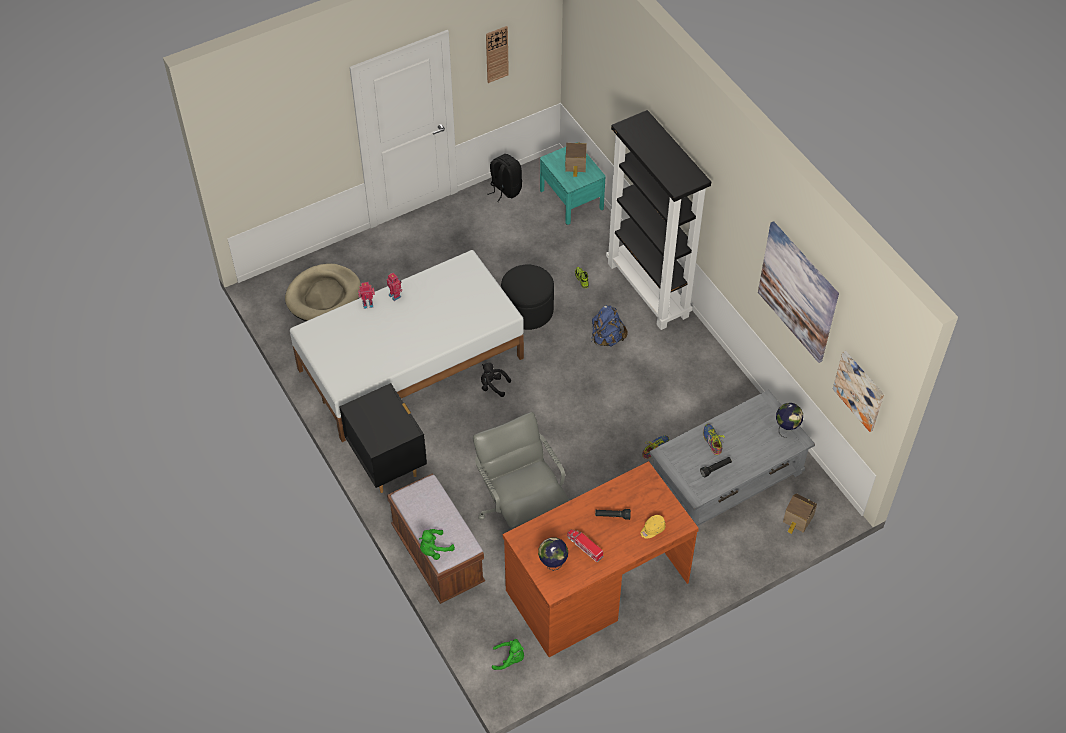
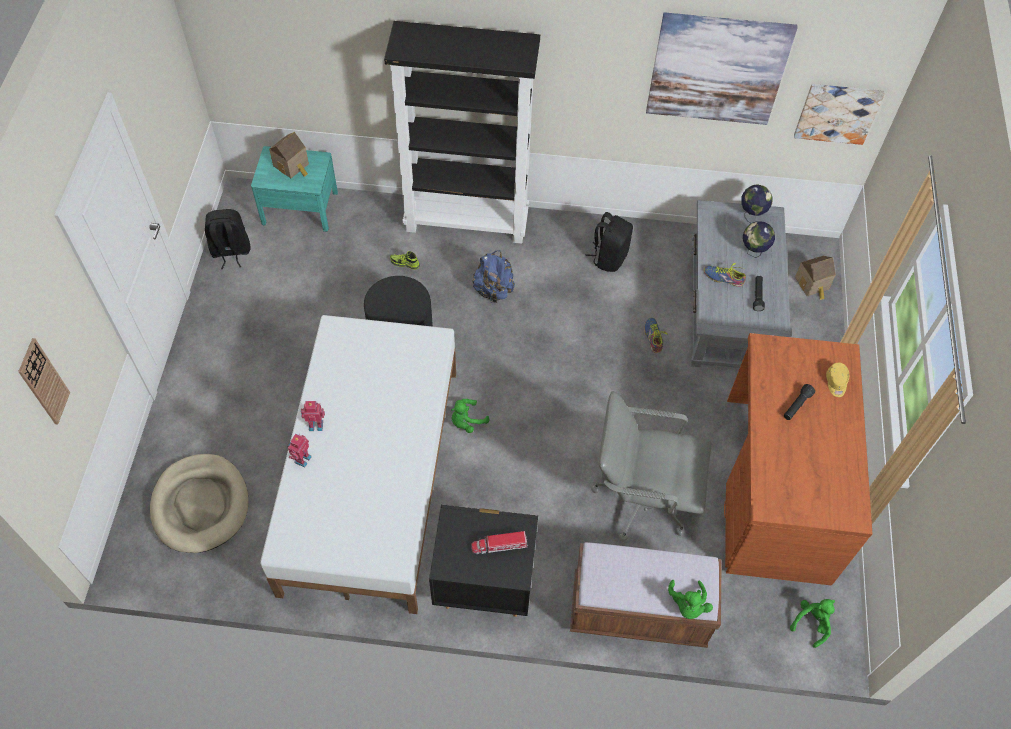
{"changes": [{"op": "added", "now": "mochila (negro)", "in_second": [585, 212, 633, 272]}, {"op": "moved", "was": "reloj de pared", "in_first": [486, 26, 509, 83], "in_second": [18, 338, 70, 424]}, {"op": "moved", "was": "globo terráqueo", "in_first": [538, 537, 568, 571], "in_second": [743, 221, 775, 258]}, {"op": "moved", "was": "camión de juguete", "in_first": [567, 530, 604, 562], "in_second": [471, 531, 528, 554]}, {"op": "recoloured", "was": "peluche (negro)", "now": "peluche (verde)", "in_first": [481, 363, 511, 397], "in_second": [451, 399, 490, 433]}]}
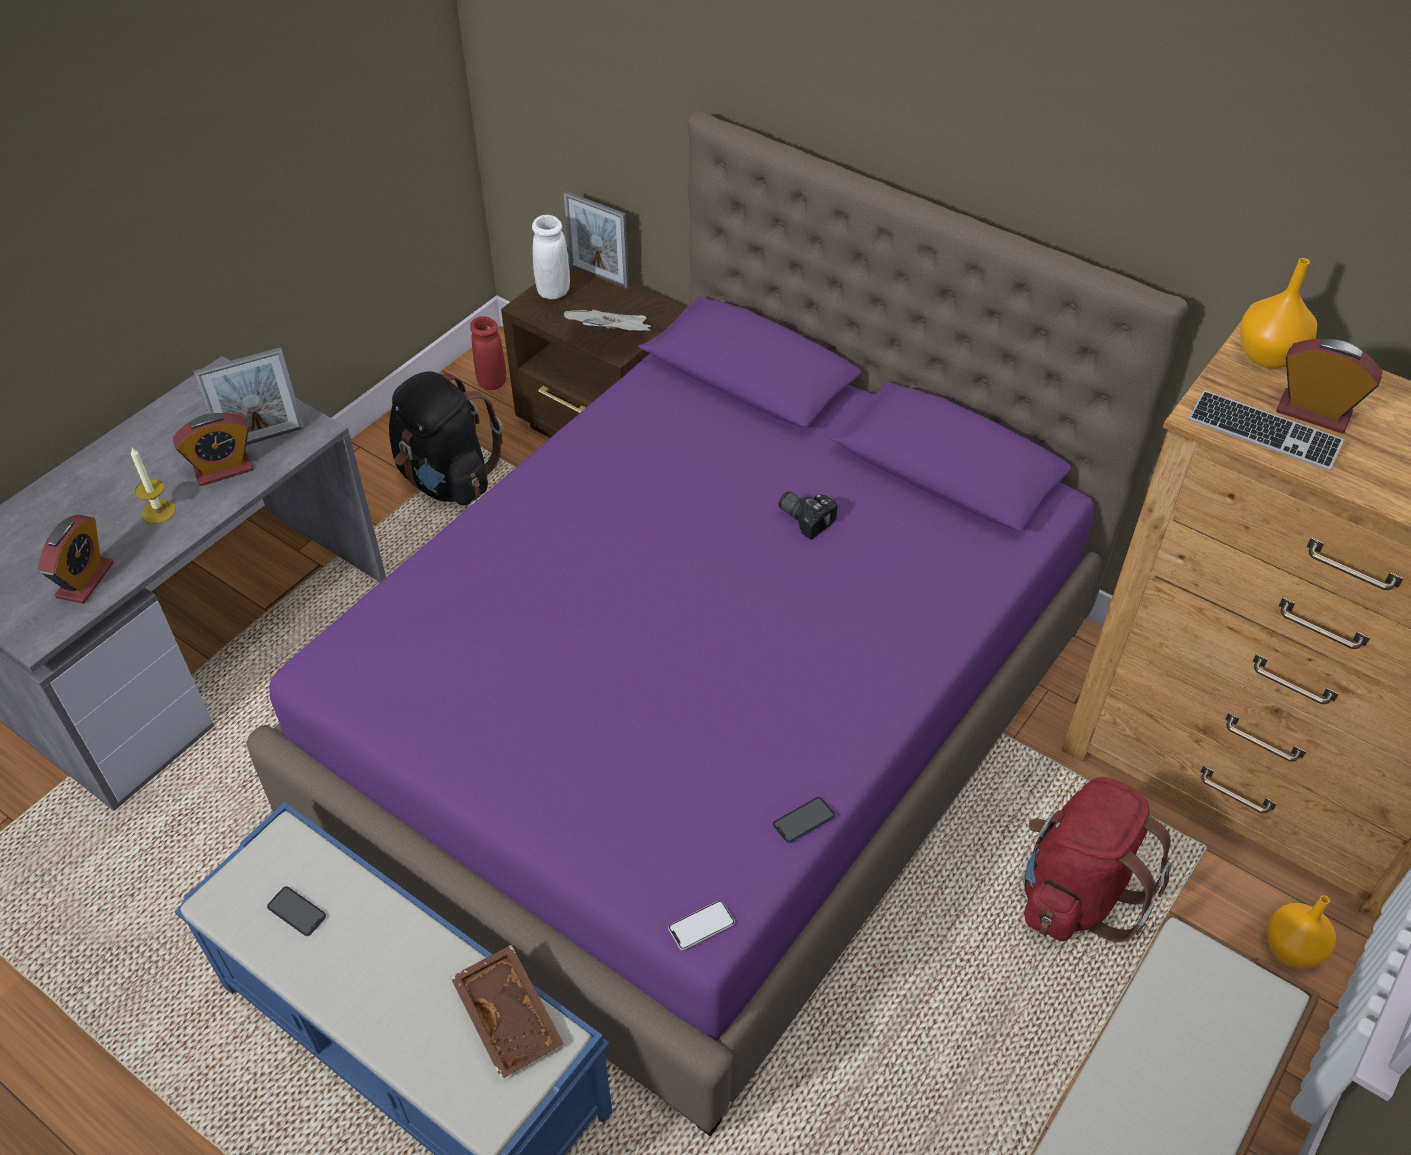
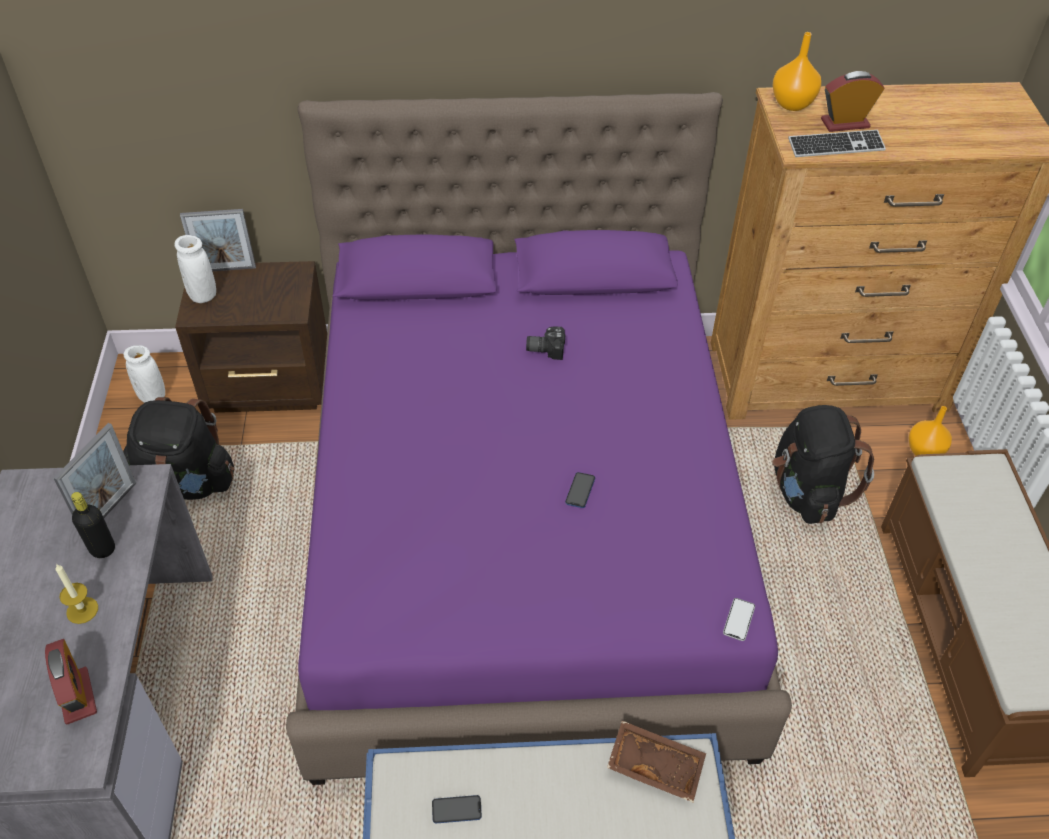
{"changes": [{"op": "removed", "was": "periódico", "in_first": [564, 310, 651, 331]}, {"op": "moved", "was": "móvil", "in_first": [773, 797, 835, 843], "in_second": [565, 472, 595, 508]}, {"op": "replaced", "was": "despertador", "now": "botella (negro)", "in_first": [173, 413, 253, 486], "in_second": [71, 492, 115, 558]}, {"op": "recoloured", "was": "florero (rojo)", "now": "florero (blanco)", "in_first": [470, 316, 506, 390], "in_second": [124, 345, 165, 403]}, {"op": "recoloured", "was": "mochila (rojo)", "now": "mochila (negro)", "in_first": [1024, 777, 1171, 942], "in_second": [773, 405, 874, 524]}]}
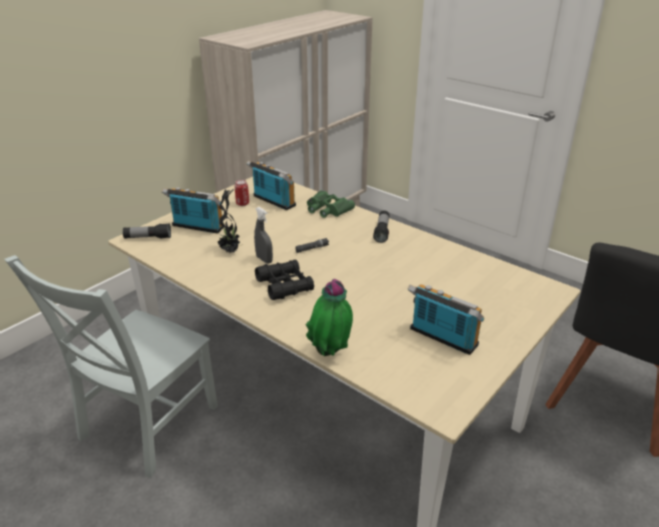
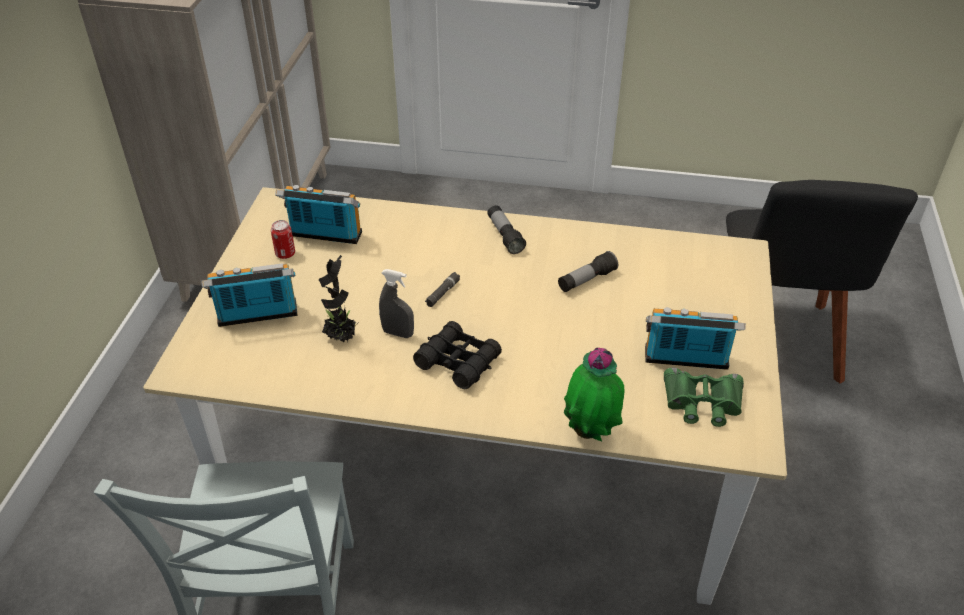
{"changes": [{"op": "moved", "was": "linterna", "in_first": [123, 223, 171, 239], "in_second": [558, 251, 618, 292]}, {"op": "moved", "was": "prismáticos (verde)", "in_first": [307, 190, 355, 218], "in_second": [664, 368, 744, 427]}]}
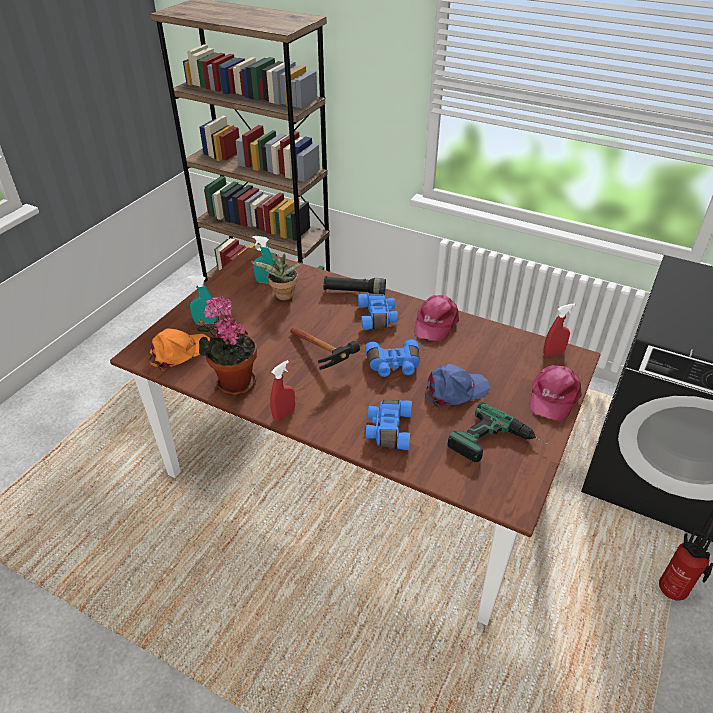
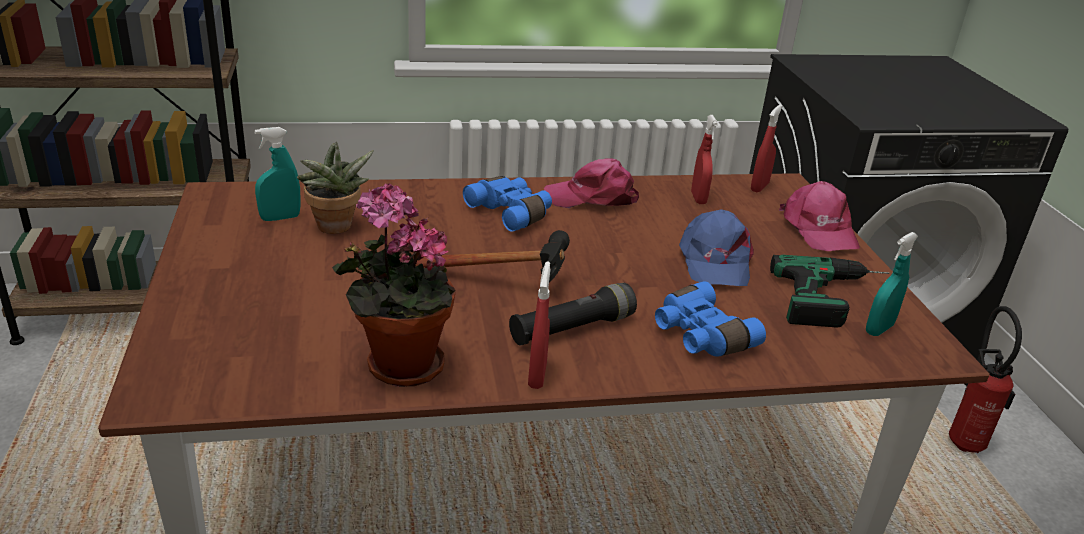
{"changes": [{"op": "removed", "was": "gorra (naranja)", "in_first": [149, 328, 210, 371]}, {"op": "removed", "was": "prismáticos (azul)", "in_first": [365, 339, 420, 377]}, {"op": "added", "now": "pulverizador (rojo)", "in_second": [691, 115, 718, 204]}, {"op": "moved", "was": "pulverizador (turquesa)", "in_first": [187, 276, 217, 324], "in_second": [866, 232, 918, 336]}, {"op": "moved", "was": "linterna (negro)", "in_first": [323, 276, 386, 295], "in_second": [509, 283, 637, 346]}, {"op": "turned", "was": "gorra (rosa)", "in_first": [414, 295, 459, 341], "in_second": [544, 158, 639, 208], "clockwise": 105}, {"op": "turned", "was": "gorra (azul)", "in_first": [425, 363, 490, 408], "in_second": [679, 209, 754, 286], "clockwise": 150}]}
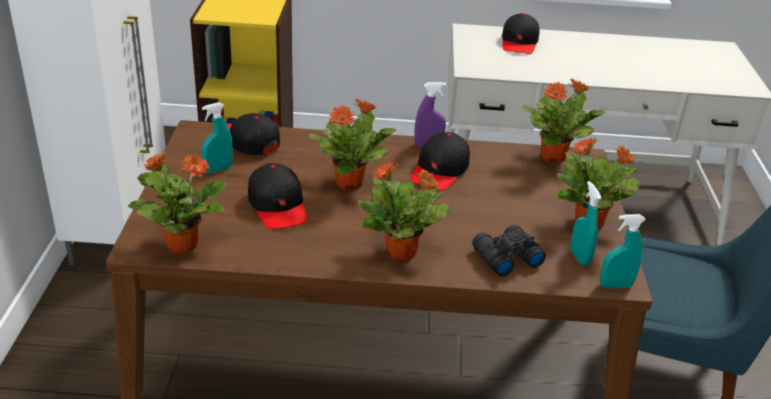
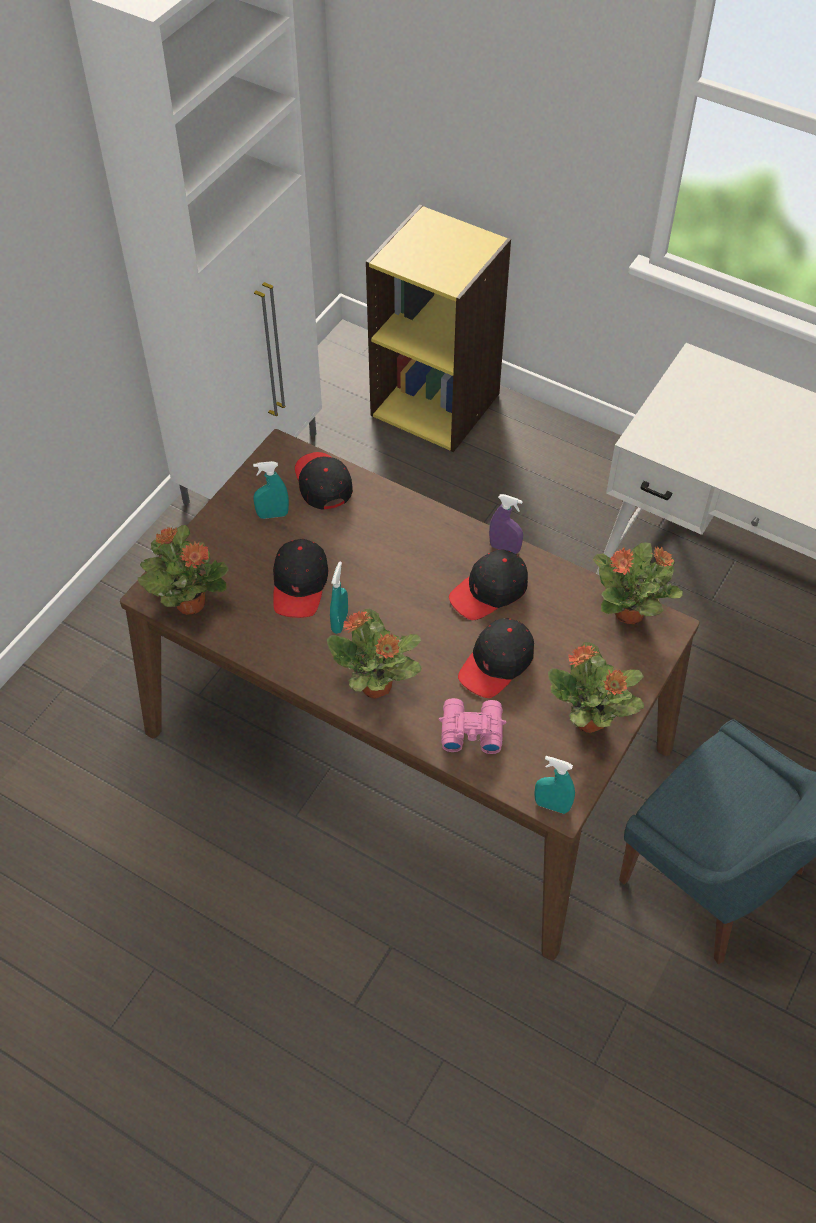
{"changes": [{"op": "removed", "was": "planta en maceta", "in_first": [309, 99, 396, 190]}, {"op": "moved", "was": "gorra (negro)", "in_first": [502, 13, 539, 54], "in_second": [458, 618, 534, 698]}, {"op": "moved", "was": "pulverizador (turquesa)", "in_first": [570, 181, 602, 266], "in_second": [330, 562, 348, 634]}, {"op": "recoloured", "was": "prismáticos (negro)", "now": "prismáticos (rosa)", "in_first": [472, 225, 546, 276], "in_second": [439, 698, 506, 754]}]}
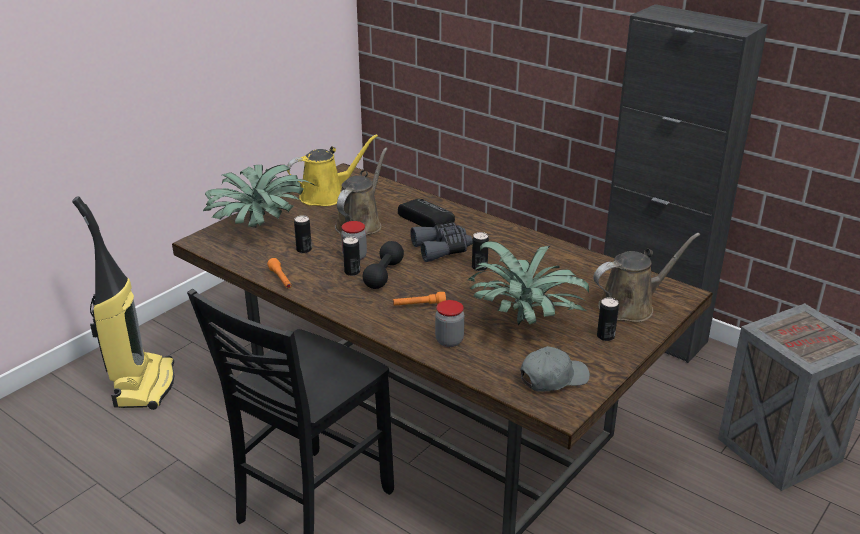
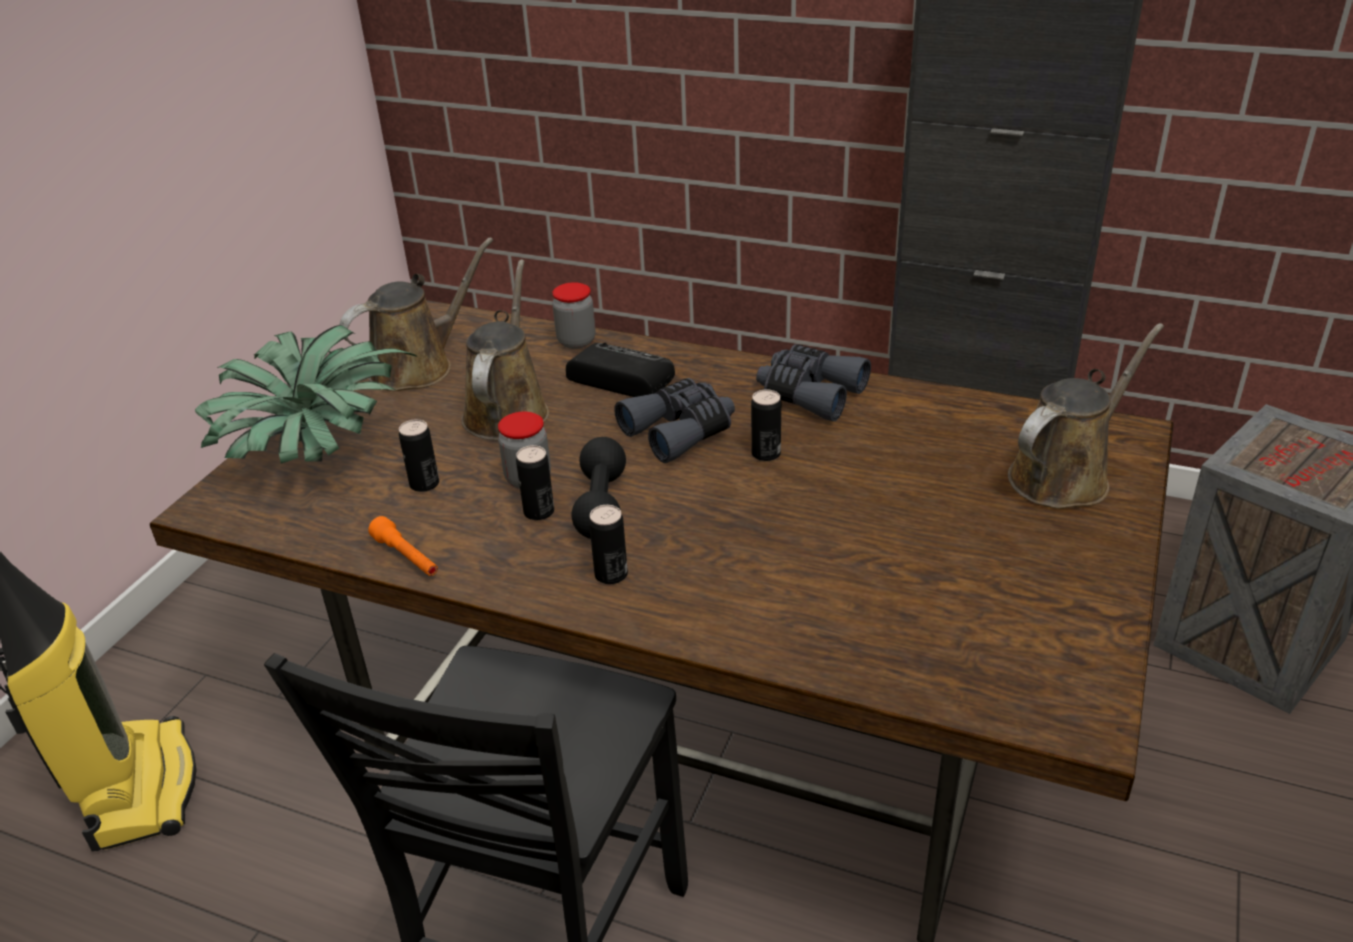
{"changes": [{"op": "removed", "was": "linterna (naranja)", "in_first": [393, 292, 446, 306]}, {"op": "removed", "was": "planta en maceta", "in_first": [468, 241, 589, 325]}, {"op": "removed", "was": "gorra (gris)", "in_first": [520, 346, 590, 391]}, {"op": "added", "now": "prismáticos (gris)", "in_second": [756, 344, 871, 421]}, {"op": "moved", "was": "tarro", "in_first": [435, 300, 464, 347], "in_second": [552, 282, 595, 349]}, {"op": "moved", "was": "lata", "in_first": [597, 298, 619, 341], "in_second": [589, 505, 628, 584]}, {"op": "recoloured", "was": "regadera (amarillo)", "now": "regadera (marrón)", "in_first": [287, 134, 378, 206], "in_second": [339, 237, 493, 391]}]}
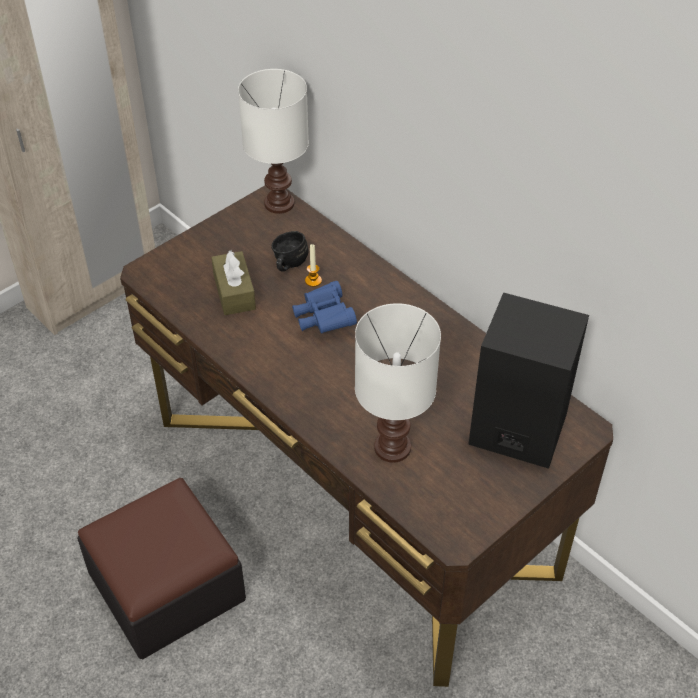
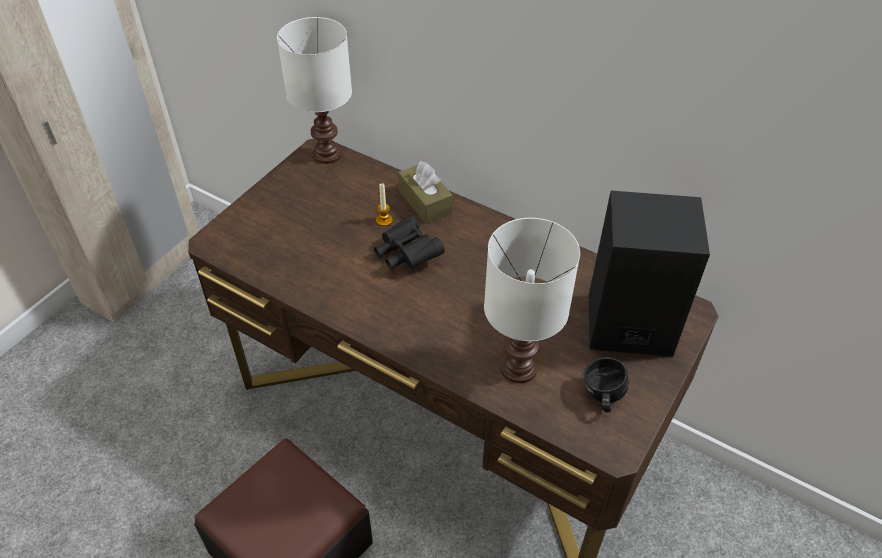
{"changes": [{"op": "moved", "was": "caja de pañuelos (marrón)", "in_first": [211, 250, 256, 315], "in_second": [398, 160, 453, 224]}, {"op": "moved", "was": "taza grande (negro)", "in_first": [272, 231, 308, 272], "in_second": [584, 357, 629, 413]}, {"op": "recoloured", "was": "prismáticos (azul)", "now": "prismáticos (negro)", "in_first": [292, 281, 357, 333], "in_second": [374, 215, 445, 270]}]}
